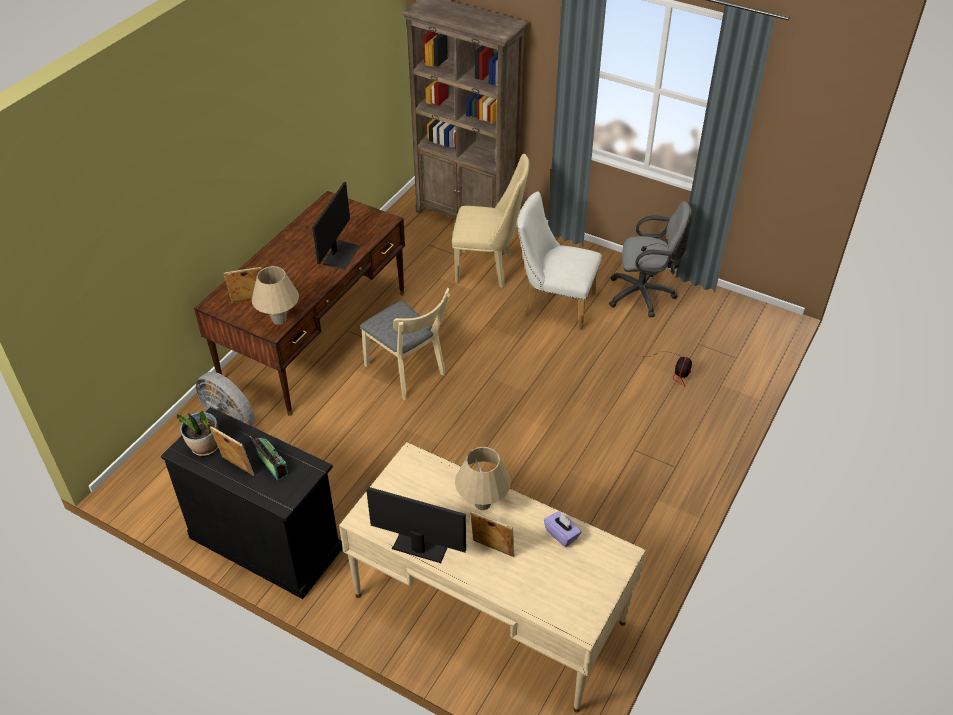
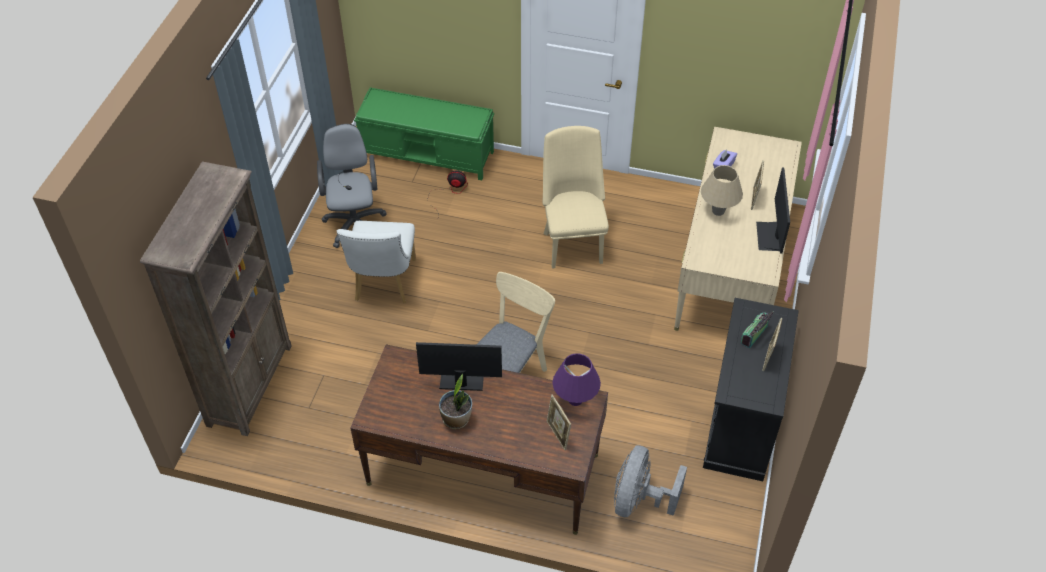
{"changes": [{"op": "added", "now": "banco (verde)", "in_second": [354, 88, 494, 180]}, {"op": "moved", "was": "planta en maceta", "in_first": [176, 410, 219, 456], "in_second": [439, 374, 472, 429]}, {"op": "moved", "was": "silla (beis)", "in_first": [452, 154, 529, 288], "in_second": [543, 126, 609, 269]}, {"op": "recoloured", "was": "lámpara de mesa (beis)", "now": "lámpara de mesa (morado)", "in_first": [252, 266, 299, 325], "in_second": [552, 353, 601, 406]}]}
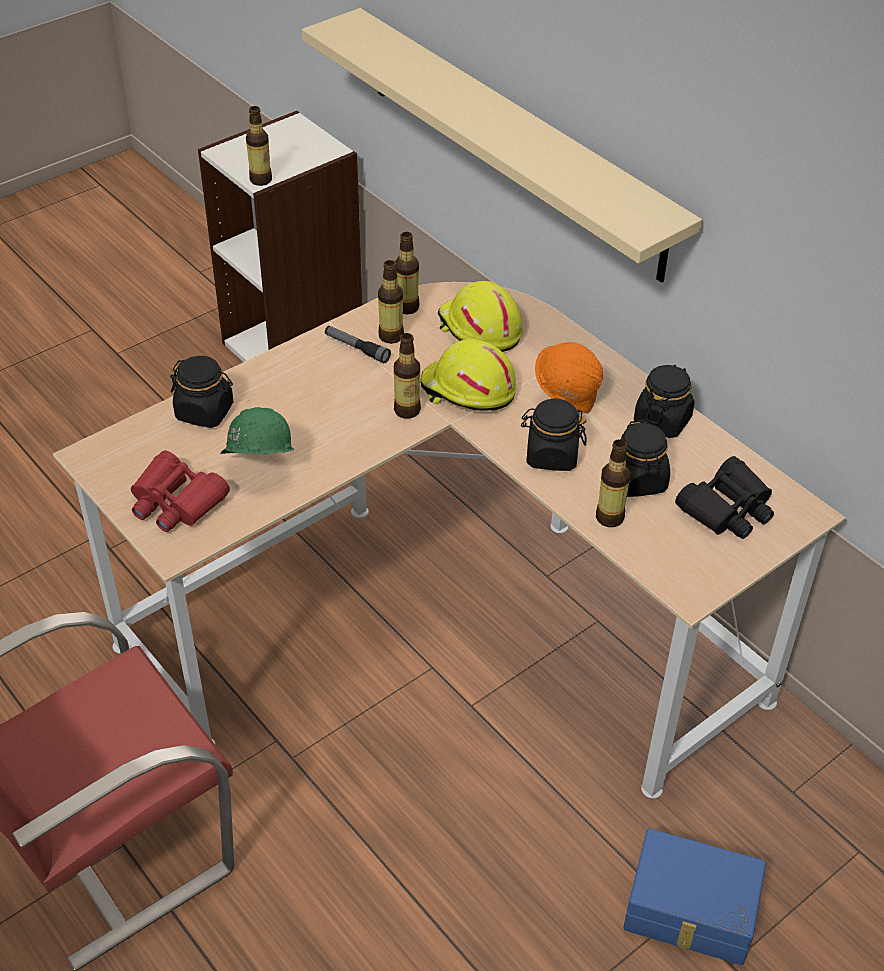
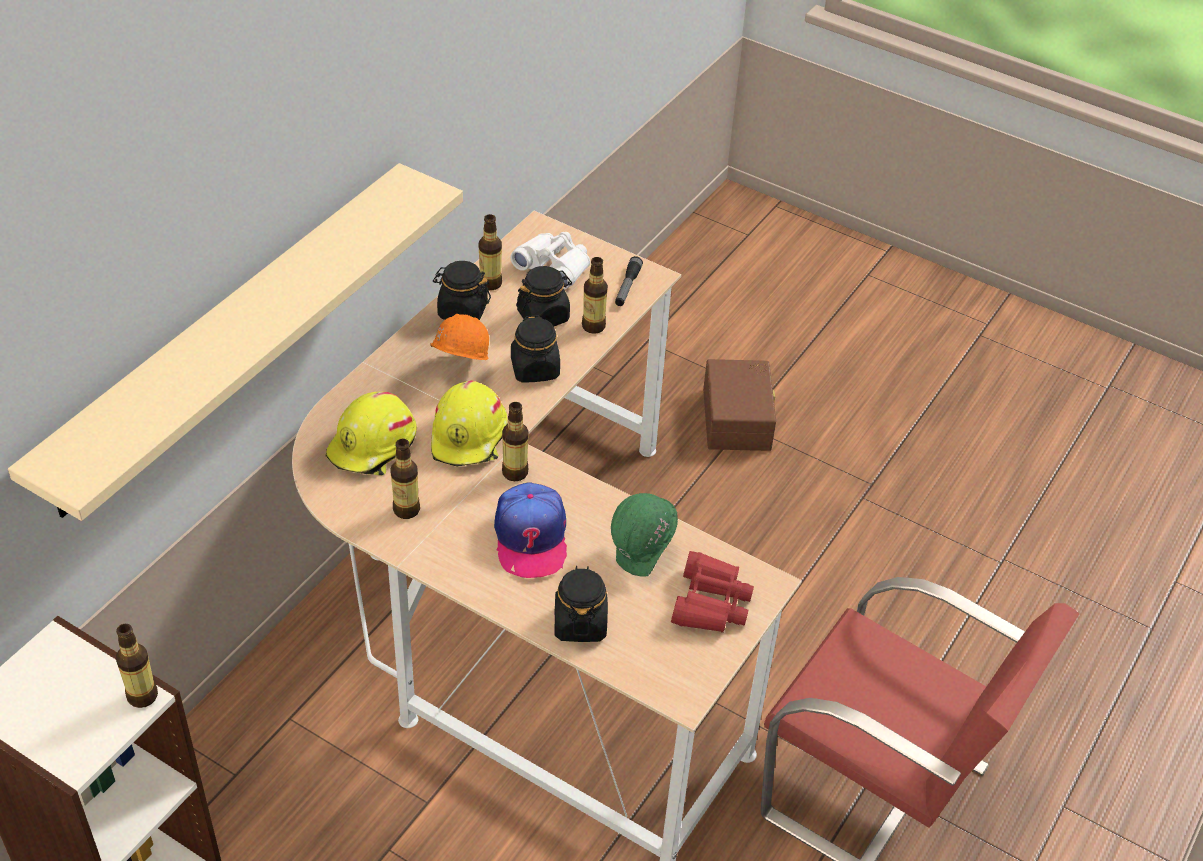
{"changes": [{"op": "added", "now": "gorra", "in_second": [494, 482, 567, 578]}, {"op": "moved", "was": "linterna", "in_first": [325, 326, 391, 363], "in_second": [615, 256, 643, 306]}, {"op": "moved", "was": "botella", "in_first": [395, 232, 420, 314], "in_second": [479, 214, 502, 290]}, {"op": "recoloured", "was": "caja de almacenaje (azul)", "now": "caja de almacenaje (marrón)", "in_first": [623, 828, 766, 965], "in_second": [703, 359, 776, 451]}, {"op": "recoloured", "was": "prismáticos (negro)", "now": "prismáticos (blanco)", "in_first": [675, 456, 774, 539], "in_second": [510, 232, 590, 289]}]}
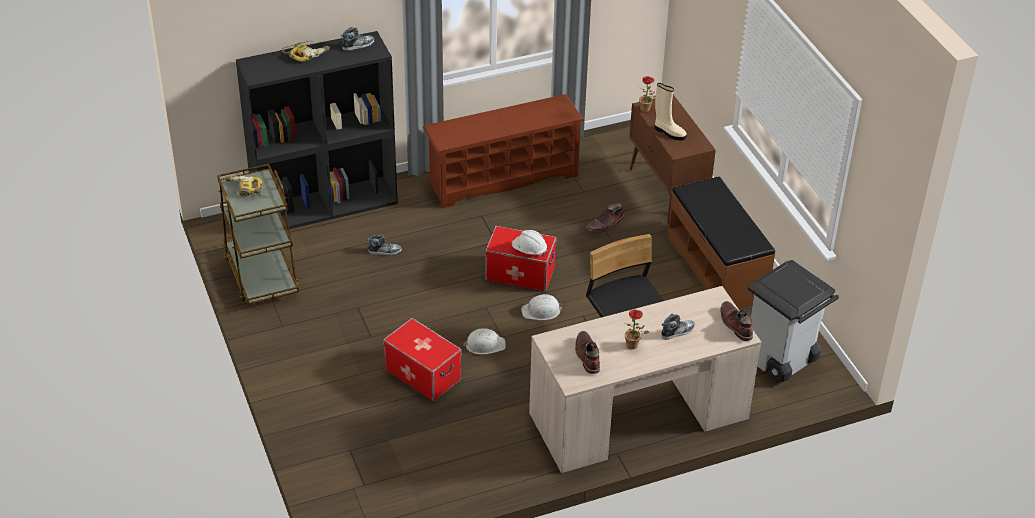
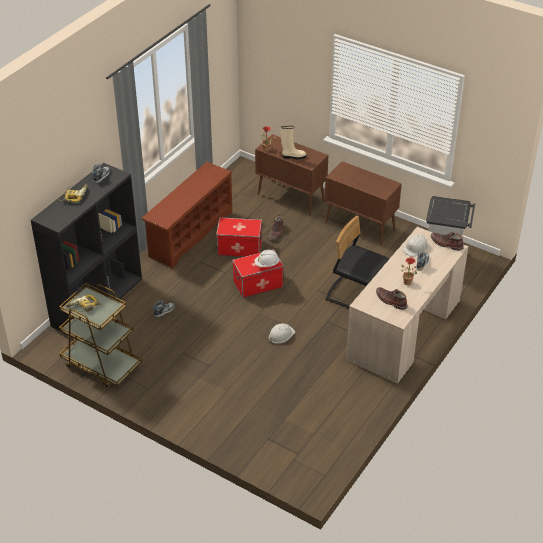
{"changes": [{"op": "moved", "was": "caja de almacenaje", "in_first": [383, 318, 462, 402], "in_second": [216, 217, 262, 257]}, {"op": "moved", "was": "casco (blanco)", "in_first": [521, 294, 563, 320], "in_second": [402, 234, 428, 256]}, {"op": "replaced", "was": "banco (marrón)", "now": "armario (marrón)", "in_first": [668, 176, 775, 308], "in_second": [325, 161, 402, 246]}]}
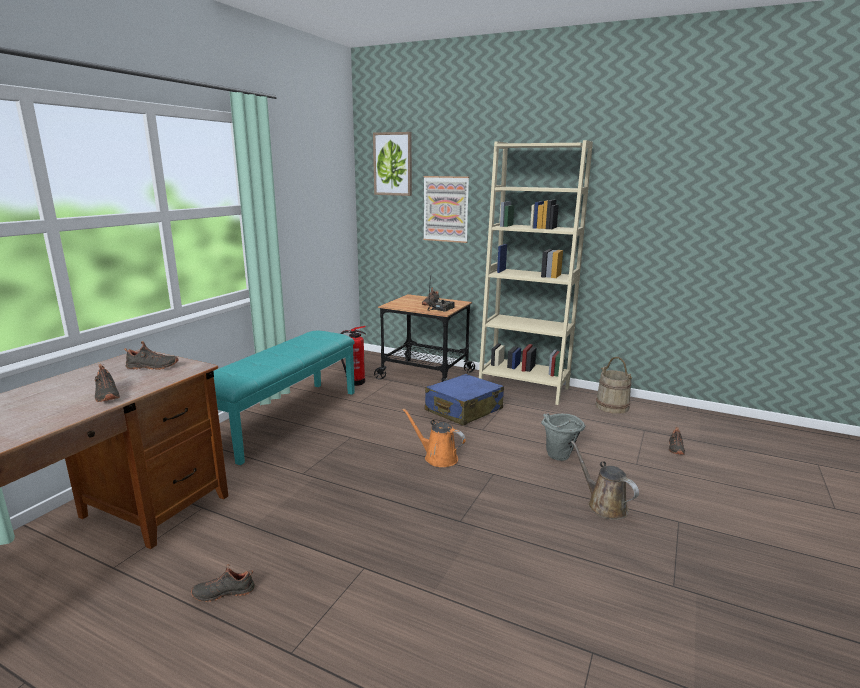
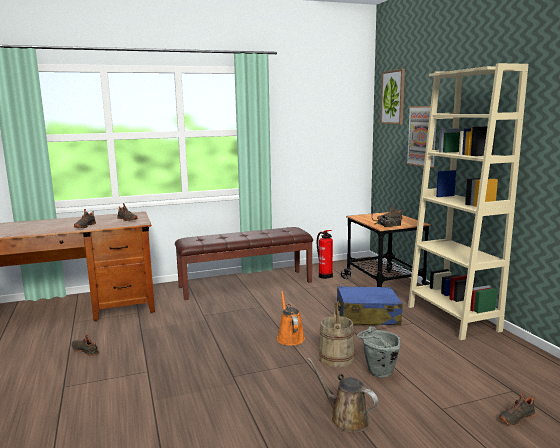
{"changes": [{"op": "moved", "was": "cubo (beis)", "in_first": [596, 357, 632, 414], "in_second": [318, 301, 355, 367]}, {"op": "recoloured", "was": "banco (turquesa)", "now": "banco (marrón)", "in_first": [213, 331, 355, 465], "in_second": [175, 227, 313, 300]}, {"op": "turned", "was": "regadera (marrón)", "in_first": [571, 441, 639, 520], "in_second": [308, 358, 378, 433], "clockwise": -60}]}
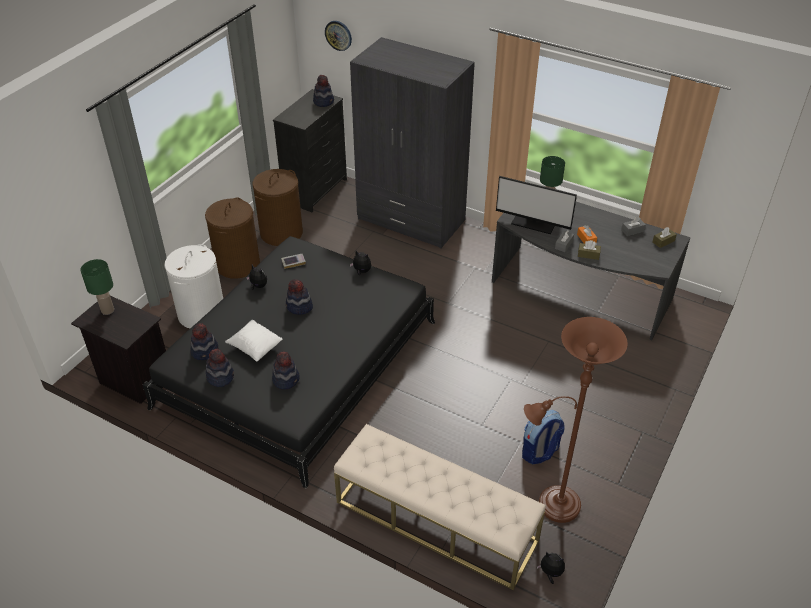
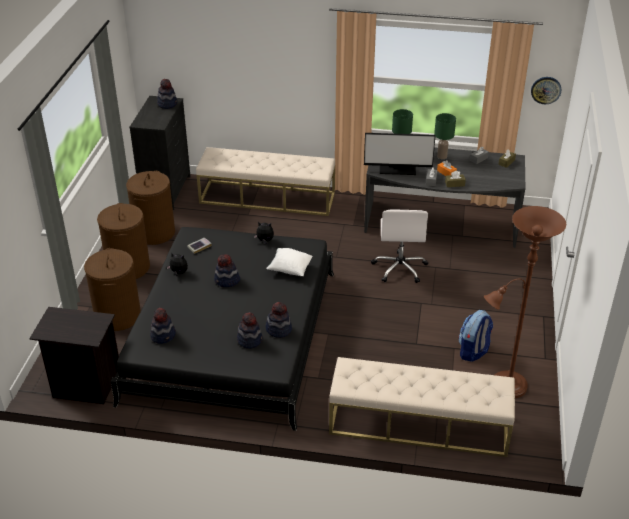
{"changes": [{"op": "removed", "was": "peluche", "in_first": [537, 551, 565, 584]}, {"op": "added", "now": "silla de oficina (blanco)", "in_second": [371, 210, 428, 283]}, {"op": "moved", "was": "lámpara de mesa (verde)", "in_first": [80, 259, 114, 315], "in_second": [434, 113, 456, 159]}, {"op": "moved", "was": "sombrero", "in_first": [206, 349, 234, 387], "in_second": [266, 302, 292, 338]}, {"op": "moved", "was": "cojín (blanco)", "in_first": [225, 320, 282, 362], "in_second": [266, 248, 313, 276]}, {"op": "moved", "was": "reloj de pared", "in_first": [325, 21, 352, 51], "in_second": [531, 77, 561, 104]}, {"op": "replaced", "was": "armario ropero (gris)", "now": "banco (beis)", "in_first": [350, 37, 475, 249], "in_second": [196, 147, 335, 216]}, {"op": "recoloured", "was": "cesto de la ropa (blanco)", "now": "cesto de la ropa (marrón)", "in_first": [165, 244, 223, 328], "in_second": [84, 248, 141, 331]}]}
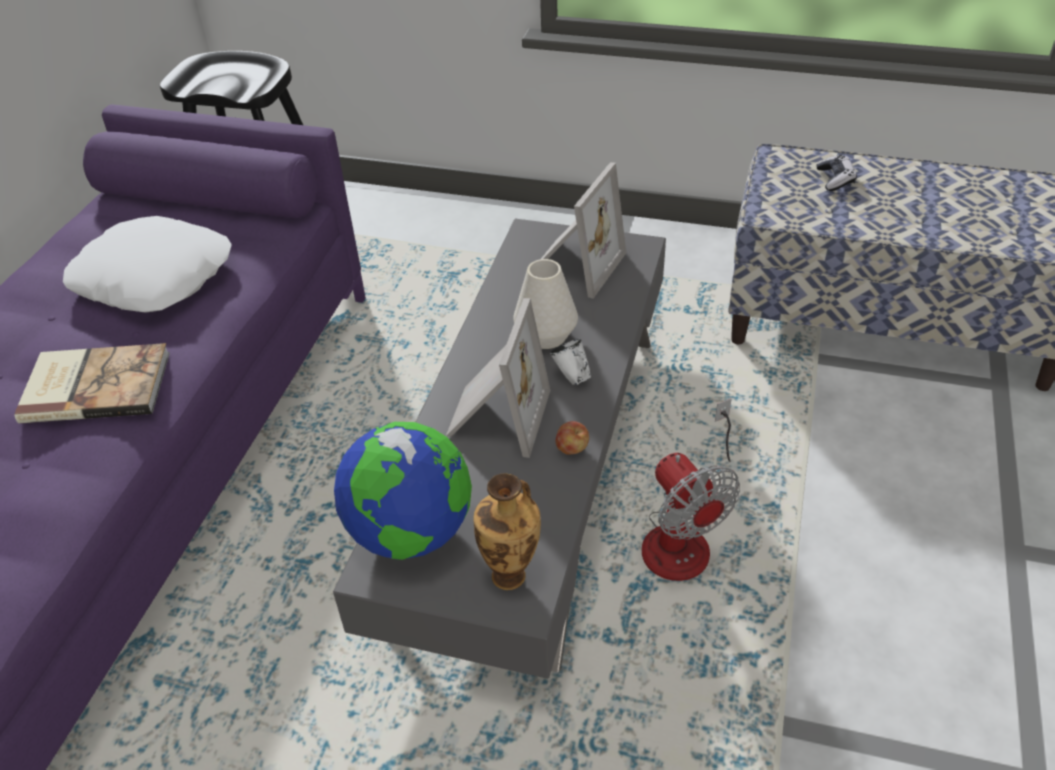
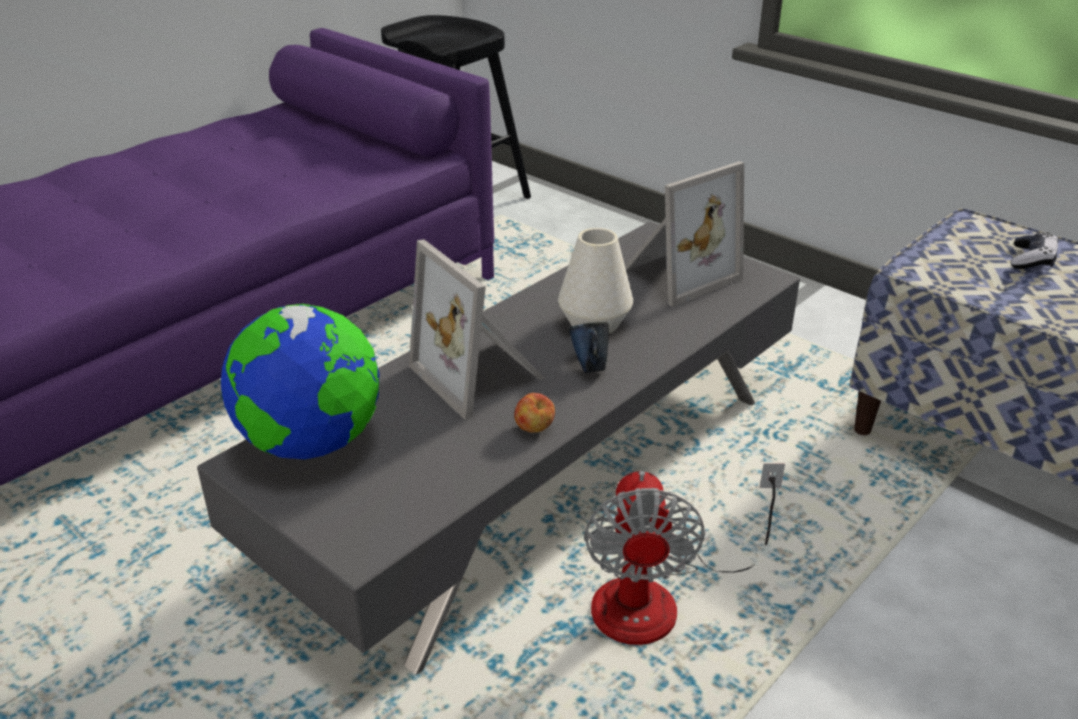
{"changes": [{"op": "removed", "was": "libro", "in_first": [14, 343, 170, 423]}, {"op": "removed", "was": "cojín (blanco)", "in_first": [63, 216, 232, 313]}, {"op": "removed", "was": "florero", "in_first": [474, 473, 541, 590]}, {"op": "recoloured", "was": "taza grande (blanco)", "now": "taza grande (azul)", "in_first": [550, 339, 591, 385], "in_second": [569, 322, 609, 373]}, {"op": "turned", "was": "portarretratos", "in_first": [446, 298, 550, 458], "in_second": [409, 239, 545, 420], "clockwise": 105}]}
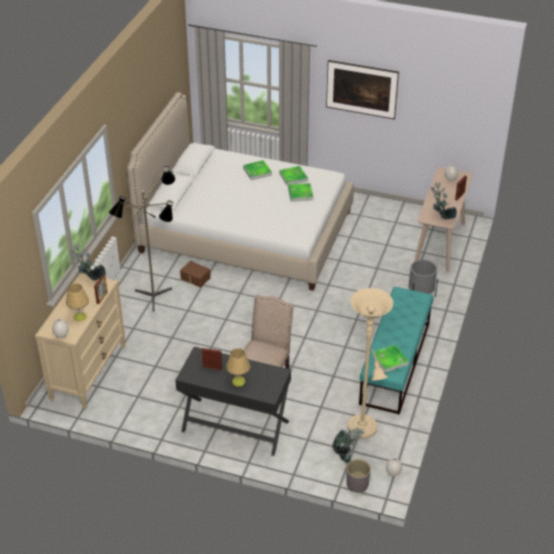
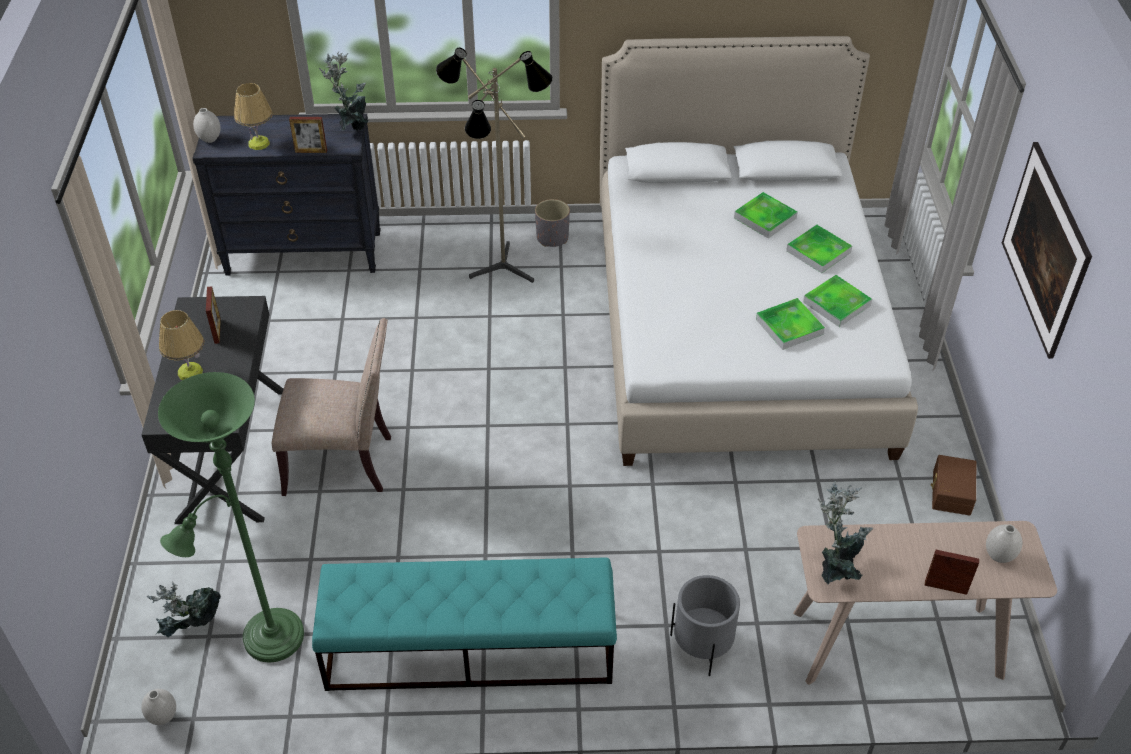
{"changes": [{"op": "moved", "was": "caja de almacenaje (marrón)", "in_first": [180, 261, 211, 288], "in_second": [931, 455, 976, 516]}, {"op": "moved", "was": "maceta (gris)", "in_first": [346, 459, 371, 492], "in_second": [535, 199, 570, 247]}, {"op": "moved", "was": "bandeja", "in_first": [372, 344, 409, 373], "in_second": [734, 192, 798, 239]}, {"op": "recoloured", "was": "cómoda (beis)", "now": "cómoda (negro)", "in_first": [35, 272, 125, 410], "in_second": [192, 114, 381, 276]}, {"op": "recoloured", "was": "lámpara de pie (beis)", "now": "lámpara de pie (verde)", "in_first": [347, 288, 393, 439], "in_second": [158, 372, 304, 662]}]}
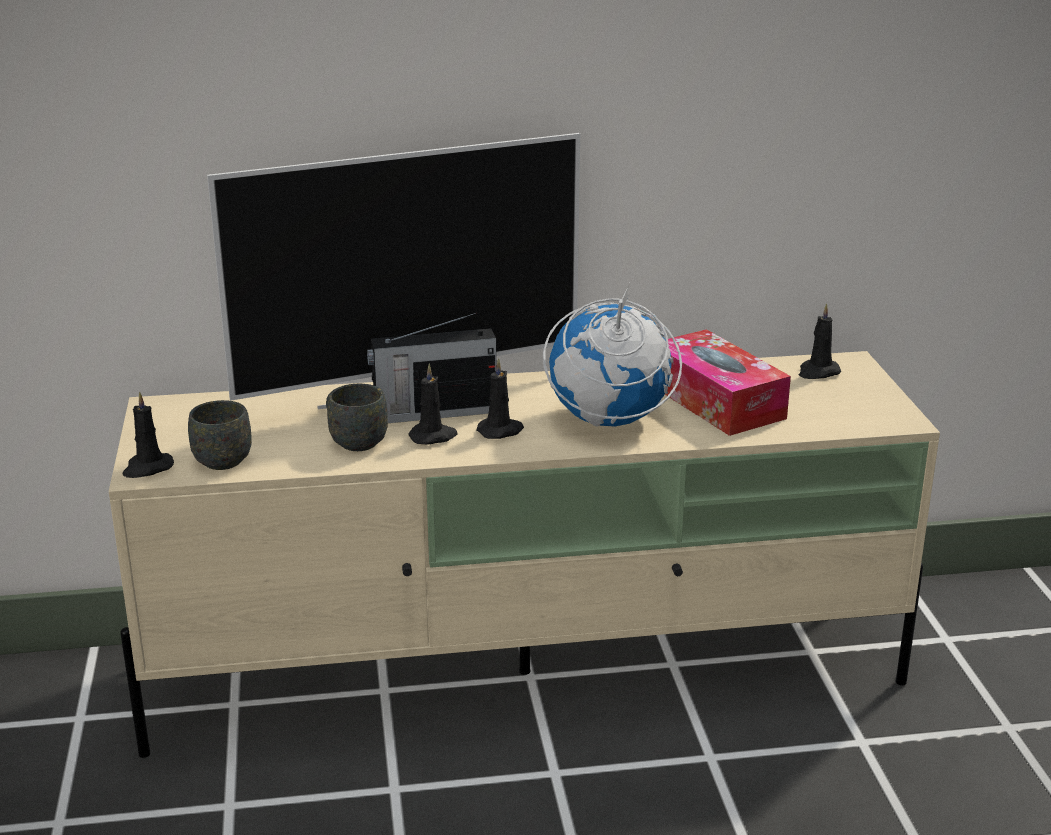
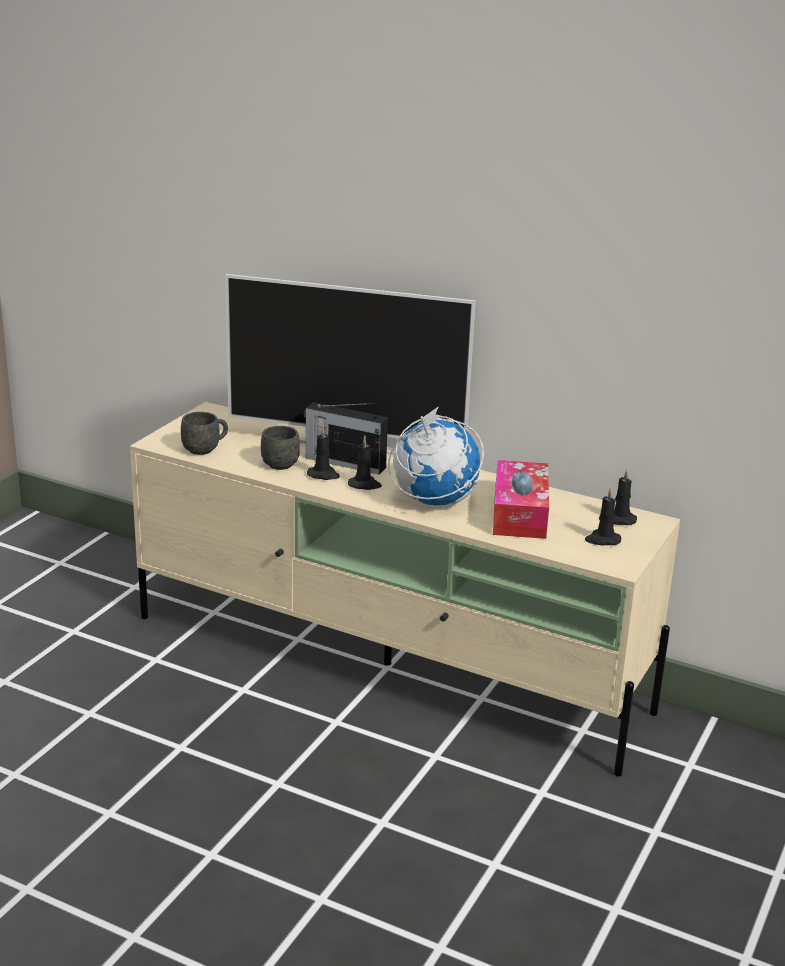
{"changes": [{"op": "moved", "was": "vela (negro)", "in_first": [122, 391, 174, 478], "in_second": [585, 488, 621, 545]}]}
